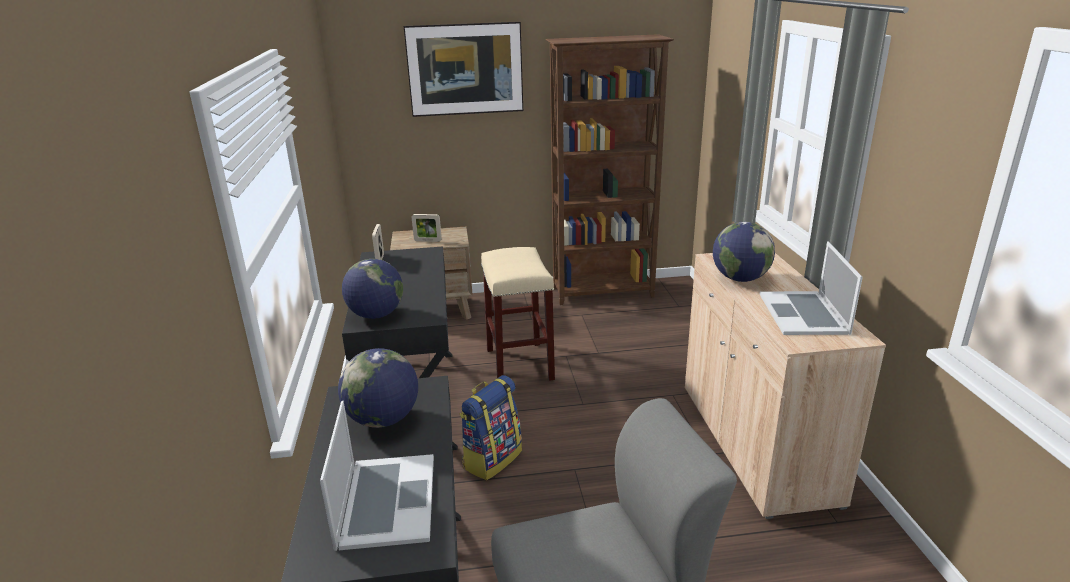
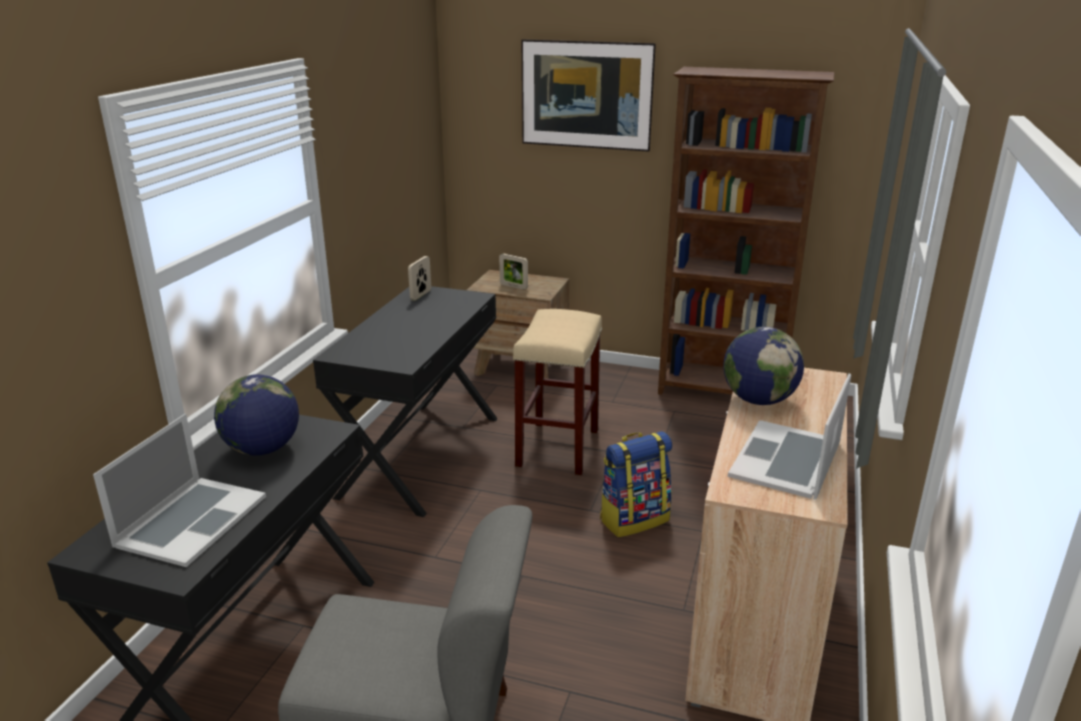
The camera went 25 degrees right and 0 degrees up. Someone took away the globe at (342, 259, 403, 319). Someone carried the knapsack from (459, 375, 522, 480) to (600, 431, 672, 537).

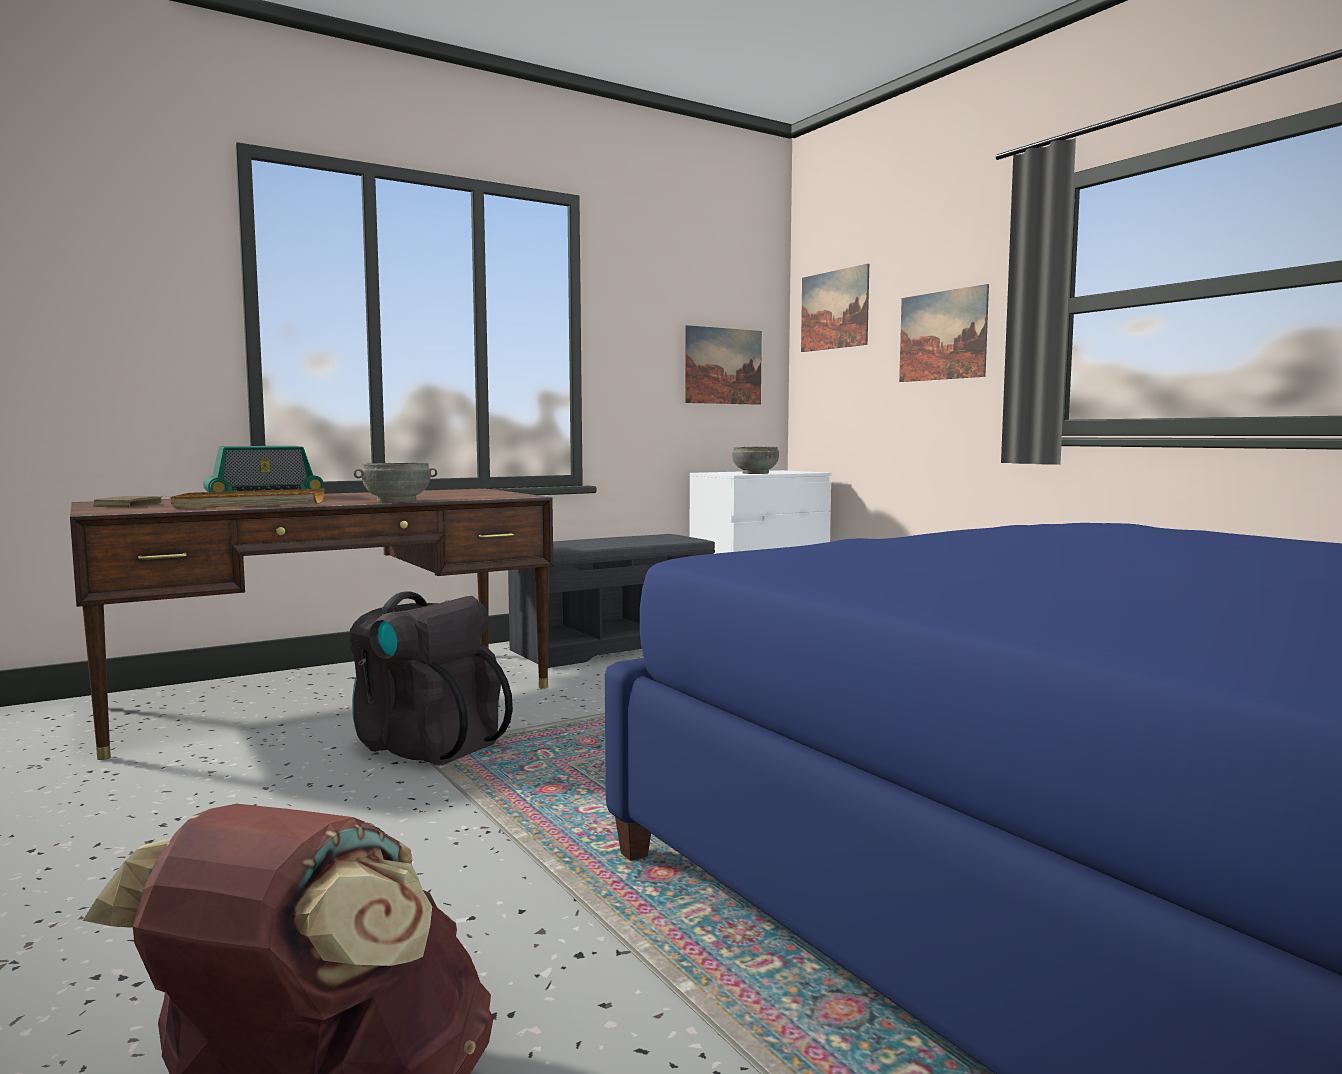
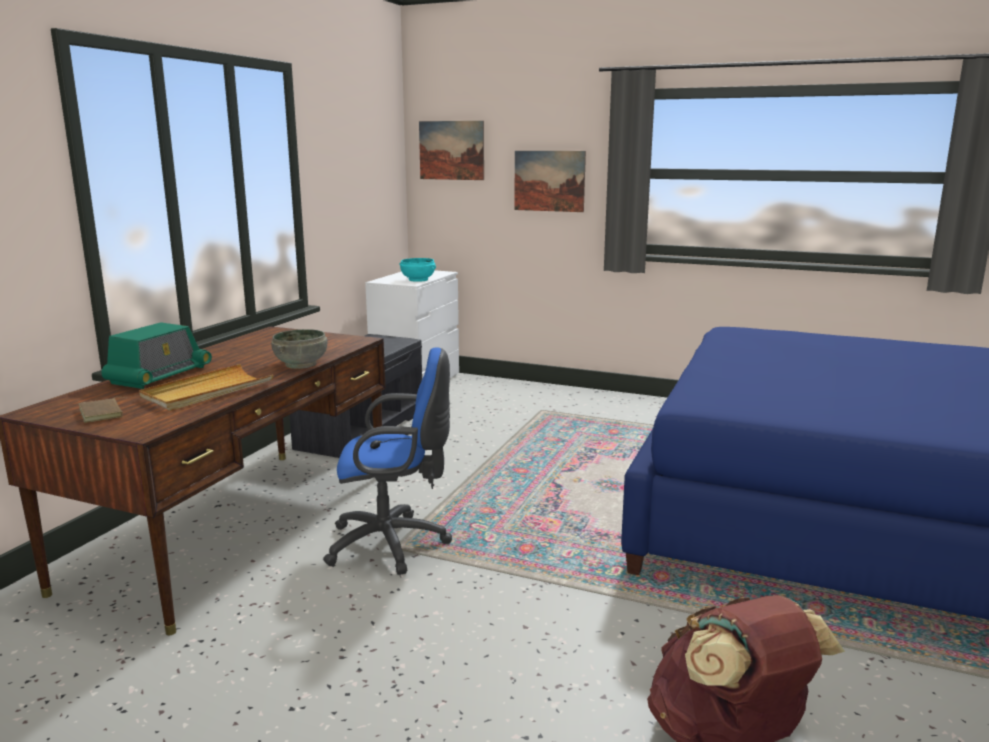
The camera went 35 degrees left and 10 degrees up. Someone took away the wall art at (684, 325, 762, 405). Someone repainted the serving bowl in greyish at (732, 447, 779, 474), which became the serving bowl in turquoise at (400, 258, 436, 282). Someone swapped the knapsack in blackish at (350, 591, 513, 766) for the desk chair in bluish at (323, 347, 452, 575).

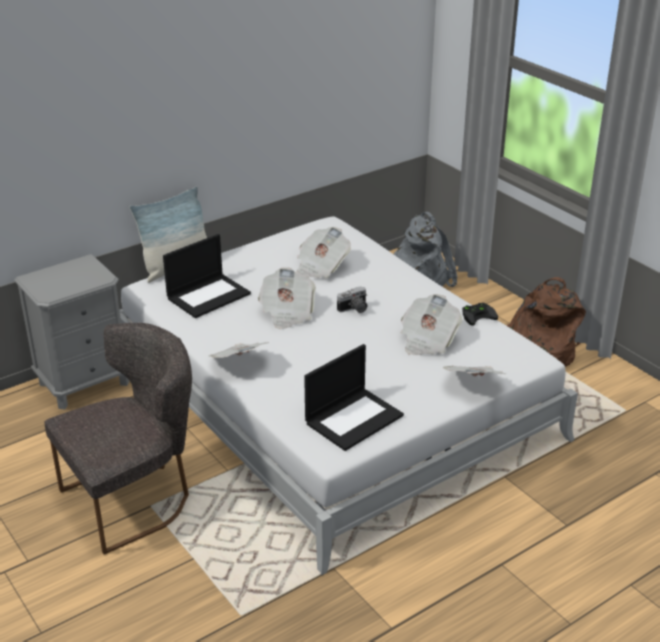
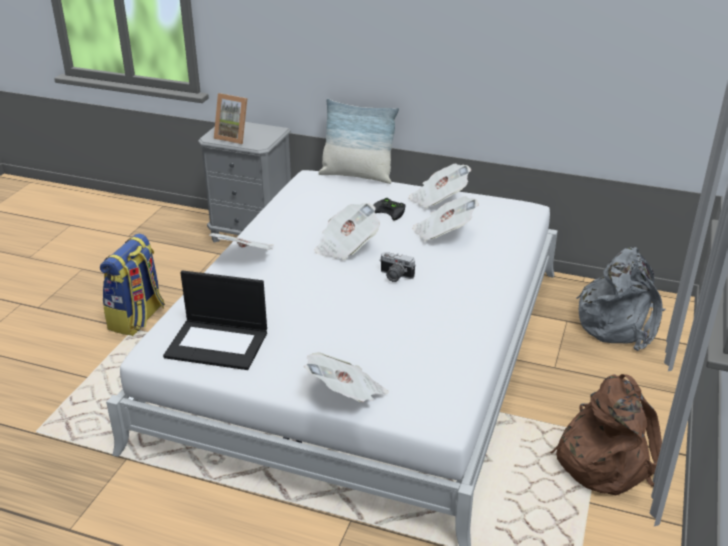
The camera went 55 degrees right and 0 degrees up. Someone took away the laptop at (163, 234, 251, 318). Someone carried the printed paper from (401, 294, 462, 355) to (409, 163, 471, 208). Someone carried the gamepad in blackish from (462, 303, 498, 326) to (373, 198, 406, 221). Someone swapped the plain chair in greyish at (44, 323, 192, 554) for the knapsack at (100, 233, 165, 336). Someone put down the photo frame at (214, 93, 247, 144).

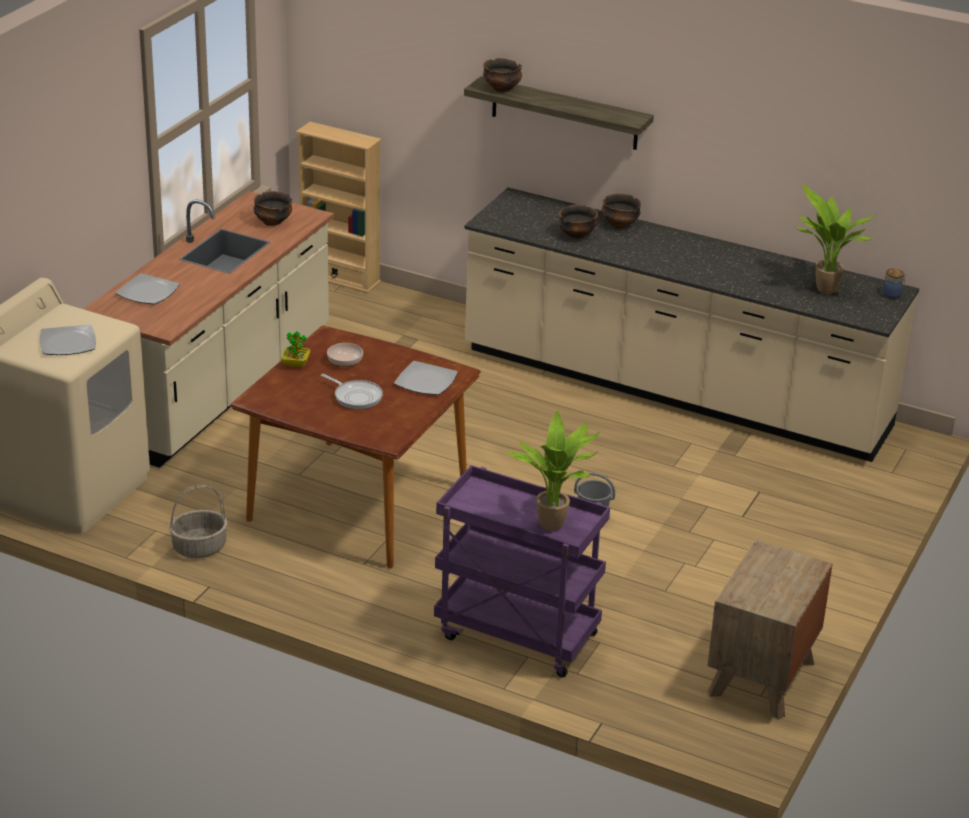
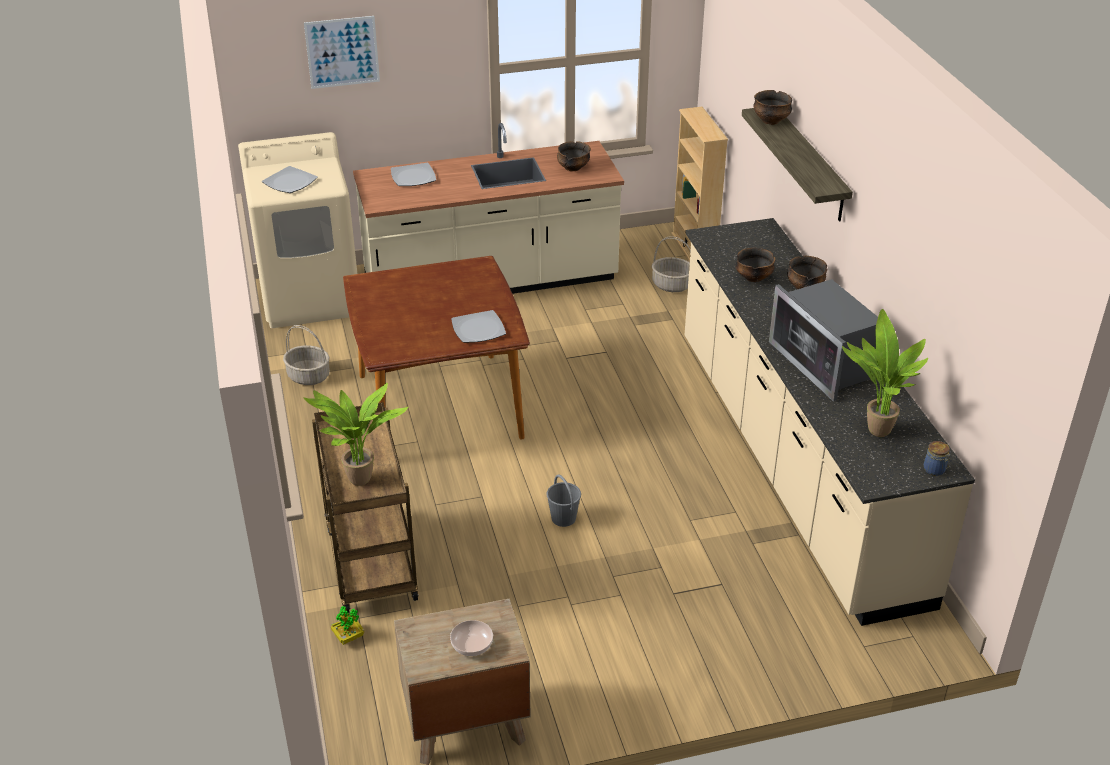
The camera went 50 degrees right and 5 degrees up. Someone carried the potted plant from (281, 331, 311, 368) to (331, 606, 364, 645). Someone carried the serving bowl from (327, 343, 363, 367) to (450, 620, 493, 656). Someone took away the skillet at (321, 374, 383, 409). Someone repainted the wheeled cart in purple-coloured at (434, 465, 610, 677), which became the wheeled cart in brown at (312, 402, 419, 613). Someone put up the wall art at (304, 16, 380, 89). Someone put down the household basket at (652, 236, 691, 292). Someone put down the kitchen microwave at (769, 279, 878, 402).

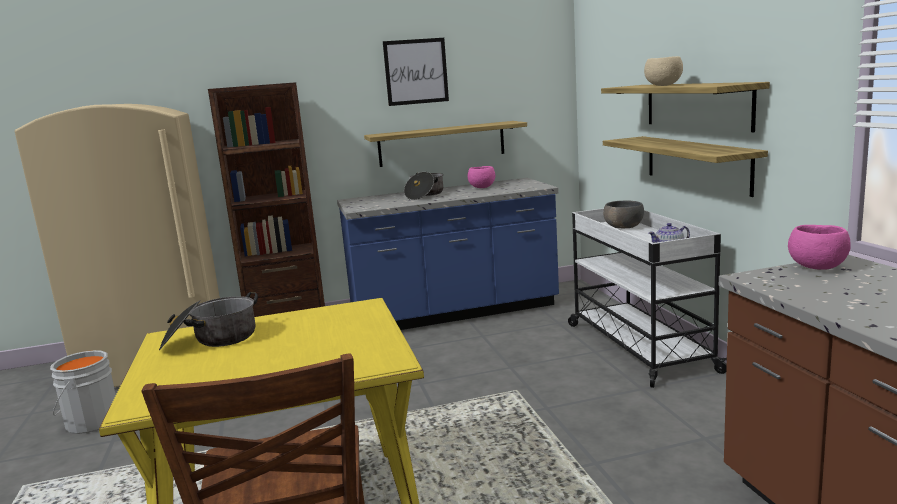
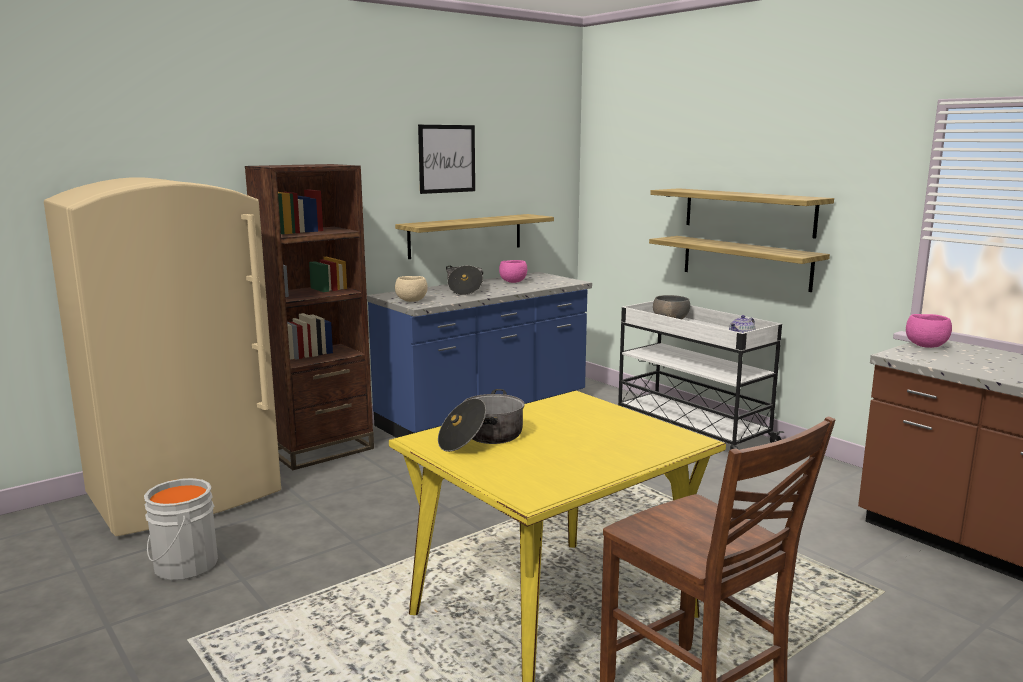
The camera went 25 degrees left and 0 degrees up. Someone carried the serving bowl in beige from (644, 56, 683, 86) to (395, 276, 428, 302).

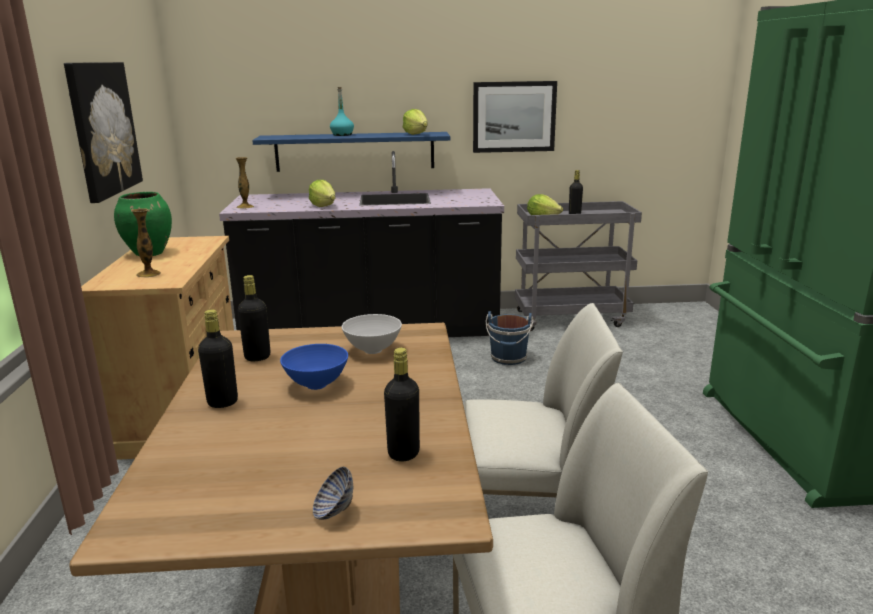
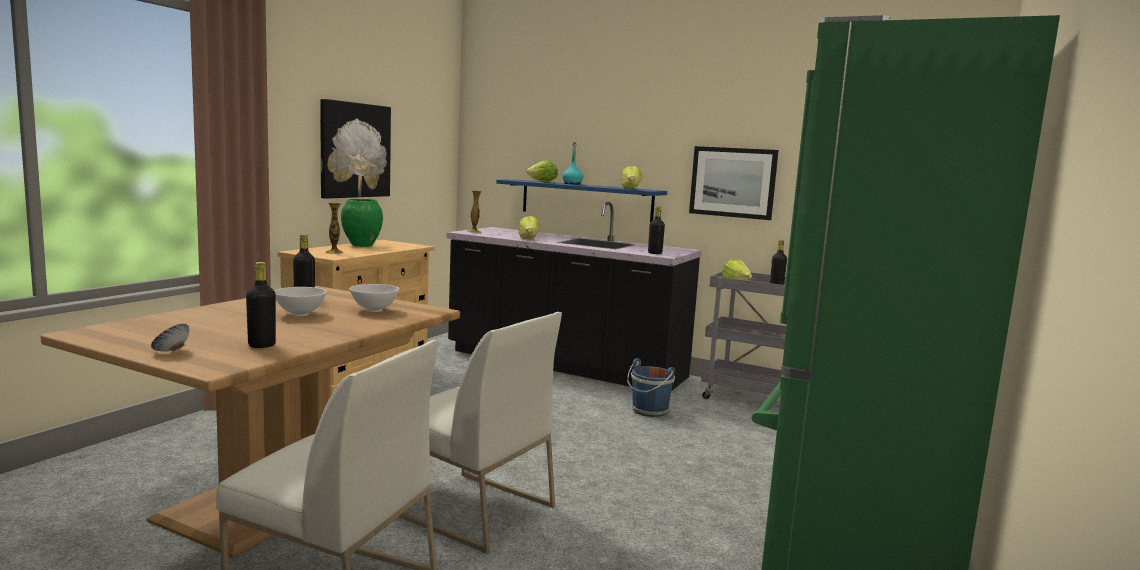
The camera went 30 degrees right and 10 degrees down. Someone carried the beverage bottle in blackish from (198, 309, 238, 408) to (648, 207, 665, 254). Someone repainted the serving bowl in bluish at (280, 344, 348, 390), which became the serving bowl in white-coloured at (274, 287, 327, 316). Someone put down the lettuce head at (526, 161, 558, 182).

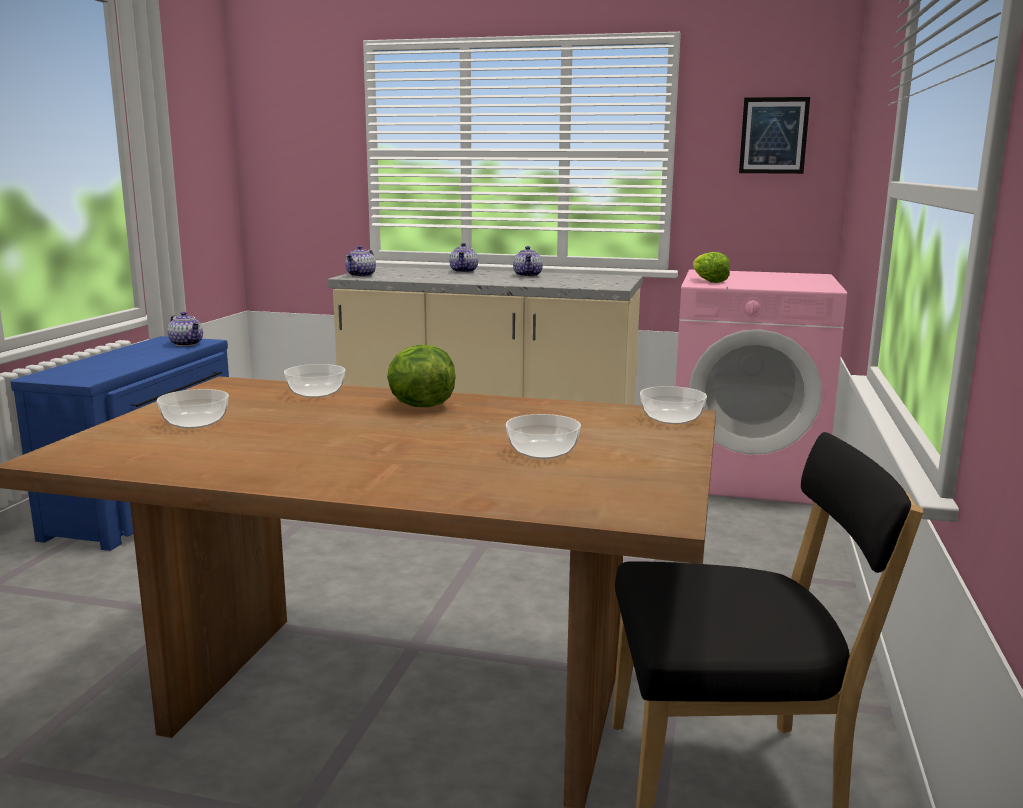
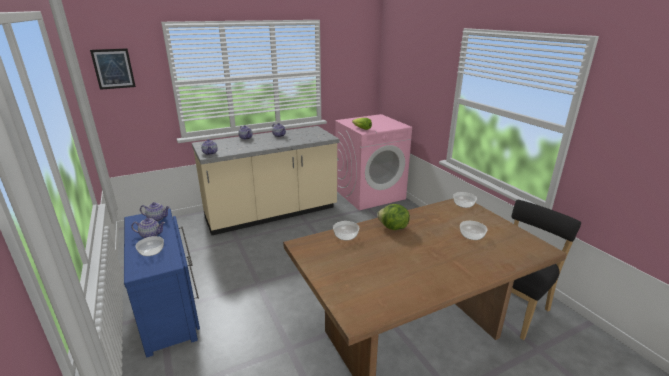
The camera went 40 degrees left and 10 degrees up. Someone carried the wall art from (739, 97, 810, 174) to (90, 48, 136, 90). Someone carried the serving bowl from (157, 389, 229, 429) to (135, 236, 164, 256). Someone put down the pot for tea at (131, 218, 165, 238).

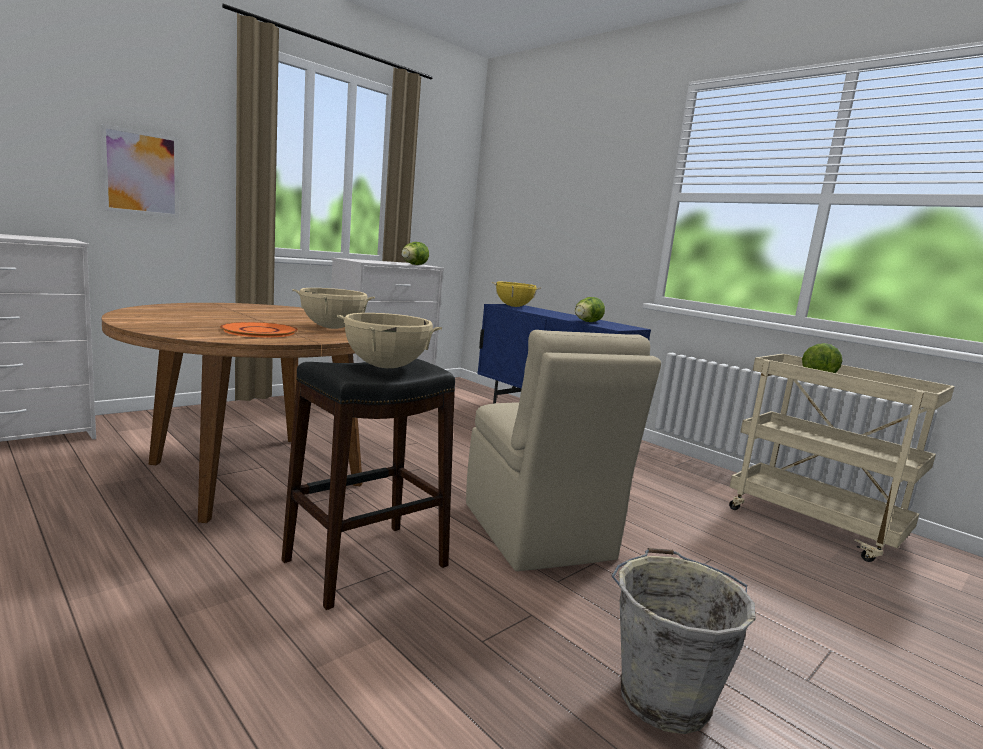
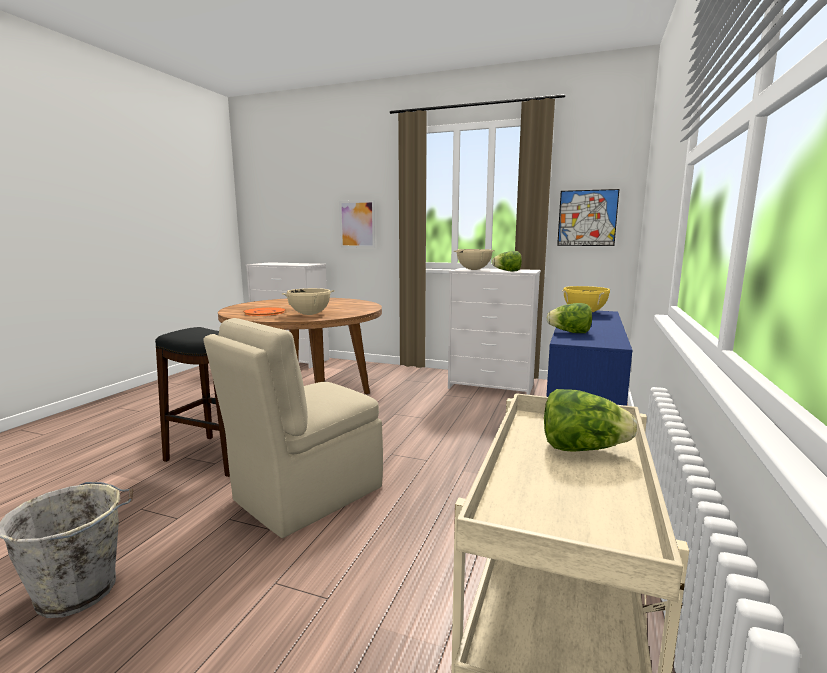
The camera went 65 degrees right and 0 degrees up. Someone carried the saucepot in beige from (337, 313, 442, 368) to (454, 249, 495, 270). Someone put up the wall art at (557, 189, 619, 246).

